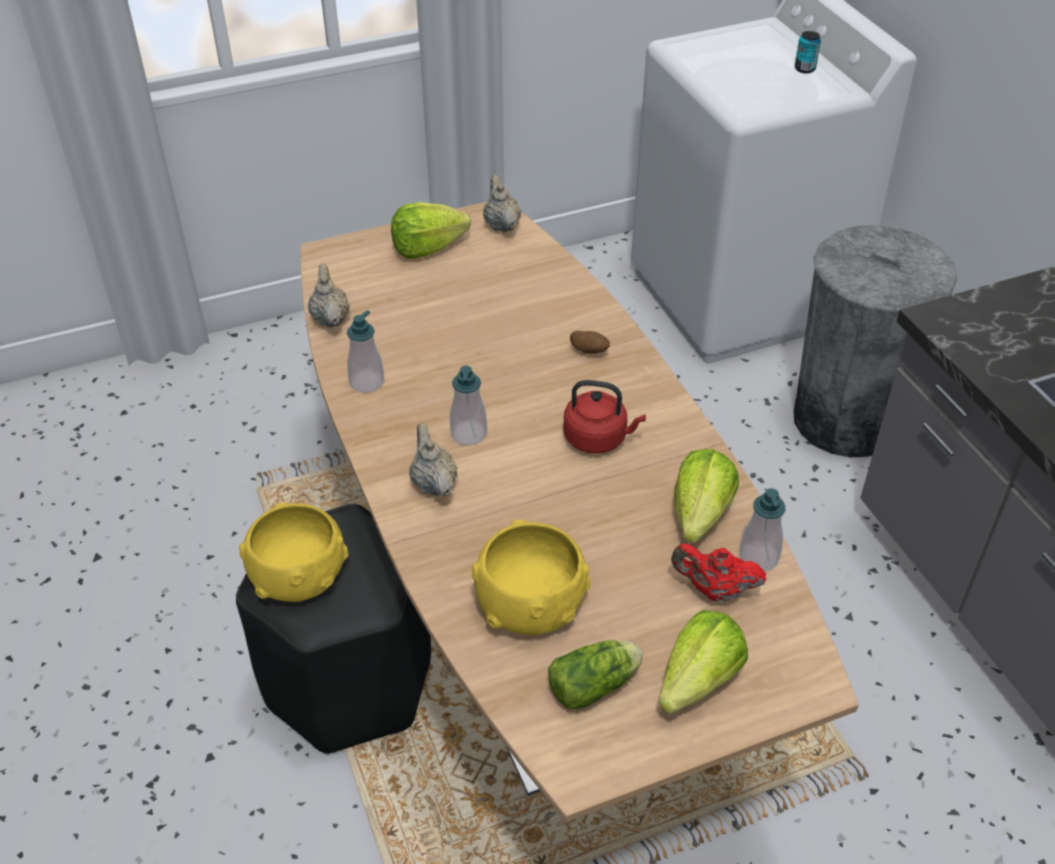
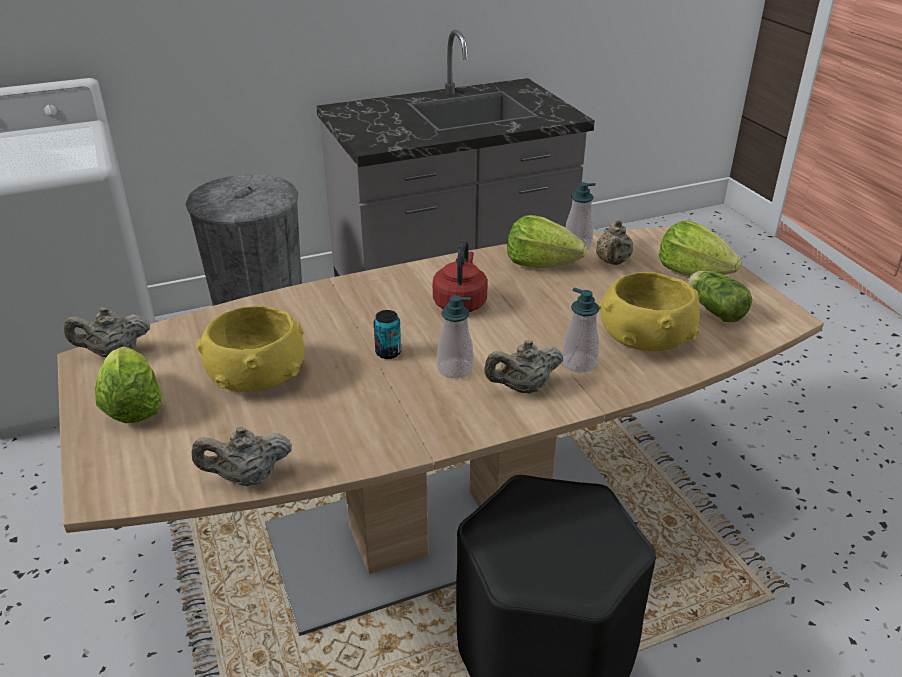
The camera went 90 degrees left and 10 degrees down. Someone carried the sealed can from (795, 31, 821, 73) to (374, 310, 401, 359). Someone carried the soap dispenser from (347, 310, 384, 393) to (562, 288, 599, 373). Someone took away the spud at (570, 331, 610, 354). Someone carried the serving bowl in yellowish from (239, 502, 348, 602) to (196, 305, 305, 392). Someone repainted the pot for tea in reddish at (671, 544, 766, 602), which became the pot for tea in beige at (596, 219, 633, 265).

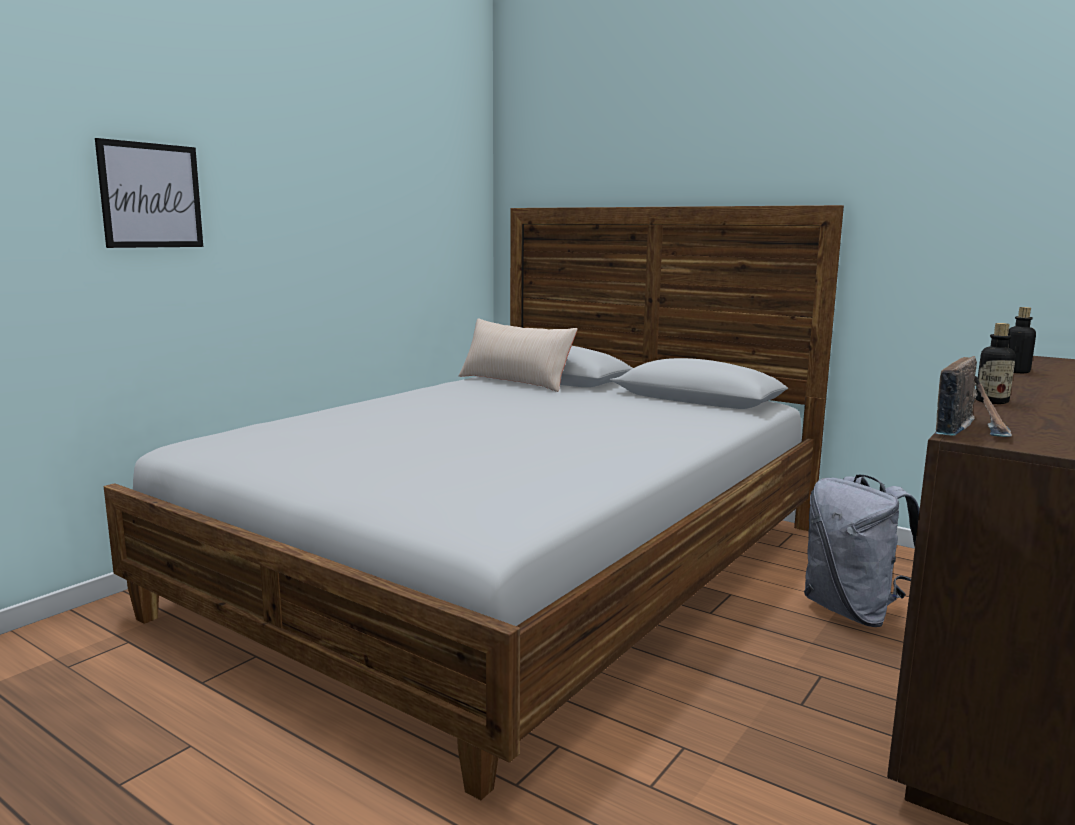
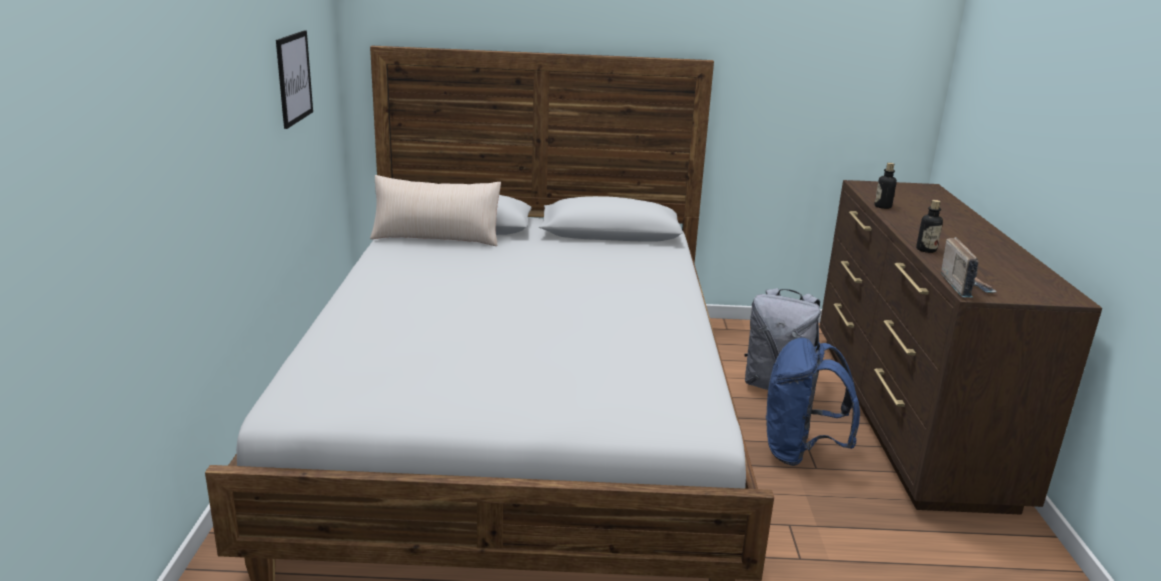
The camera went 35 degrees left and 10 degrees up. Someone carried the wall art from (95, 138, 203, 248) to (276, 30, 313, 129). Someone put down the knapsack in bluish at (766, 338, 860, 466).

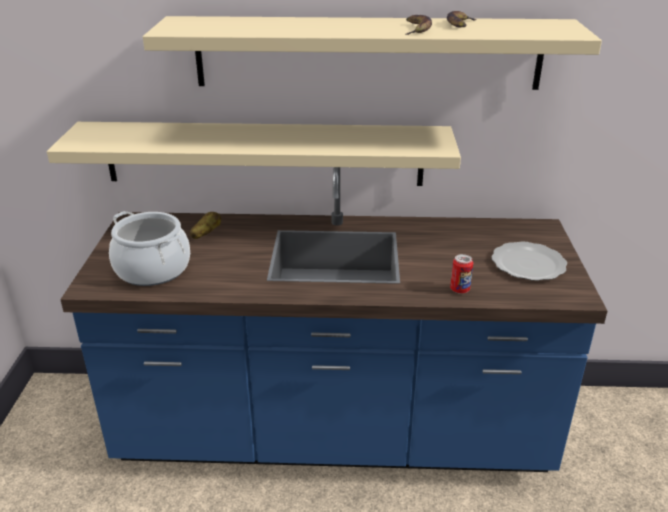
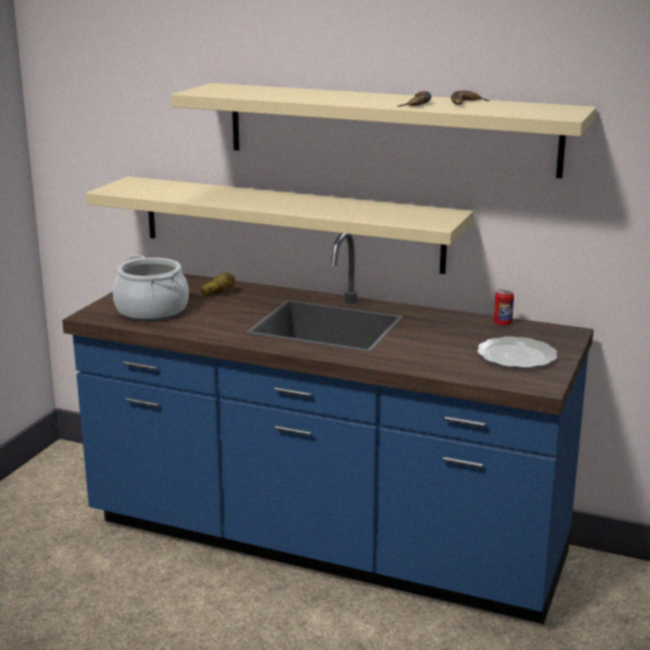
The camera went 20 degrees right and 10 degrees down. Someone carried the sealed can from (450, 254, 473, 294) to (494, 289, 514, 326).

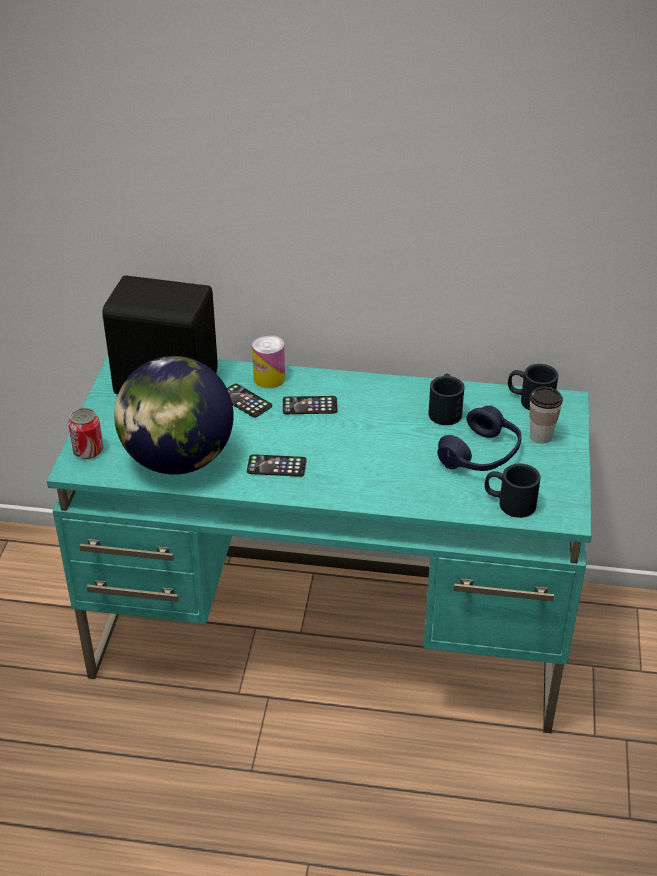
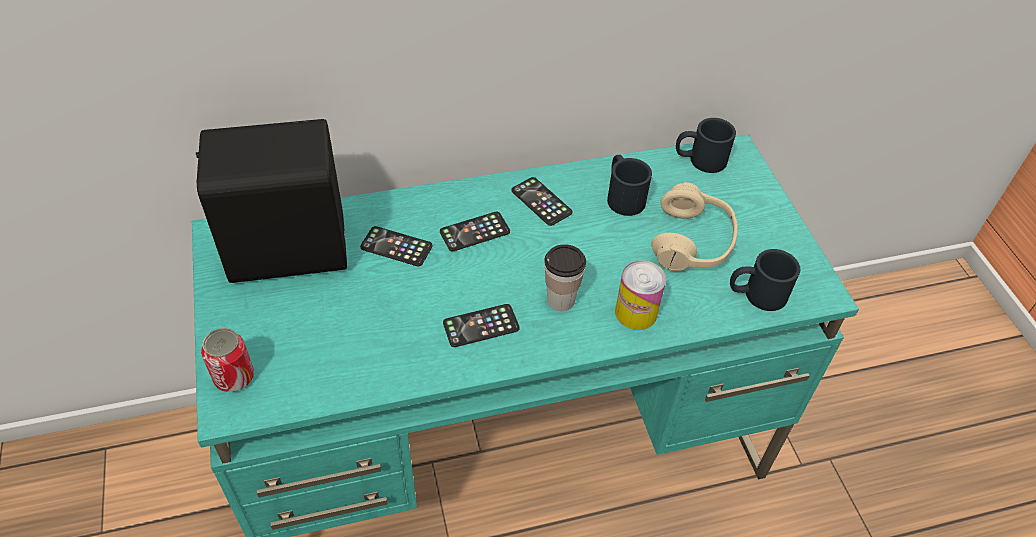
The camera went 25 degrees left and 10 degrees up. Someone carried the sealed can from (252, 335, 285, 388) to (615, 260, 666, 330). Someone took away the globe at (114, 356, 234, 474). Someone carried the drinking cup from (530, 387, 563, 444) to (544, 244, 586, 311). Someone repainted the pair of headphones in bluish at (437, 406, 522, 471), which became the pair of headphones in beige at (651, 182, 738, 271). Someone put down the phone at (512, 177, 572, 226).

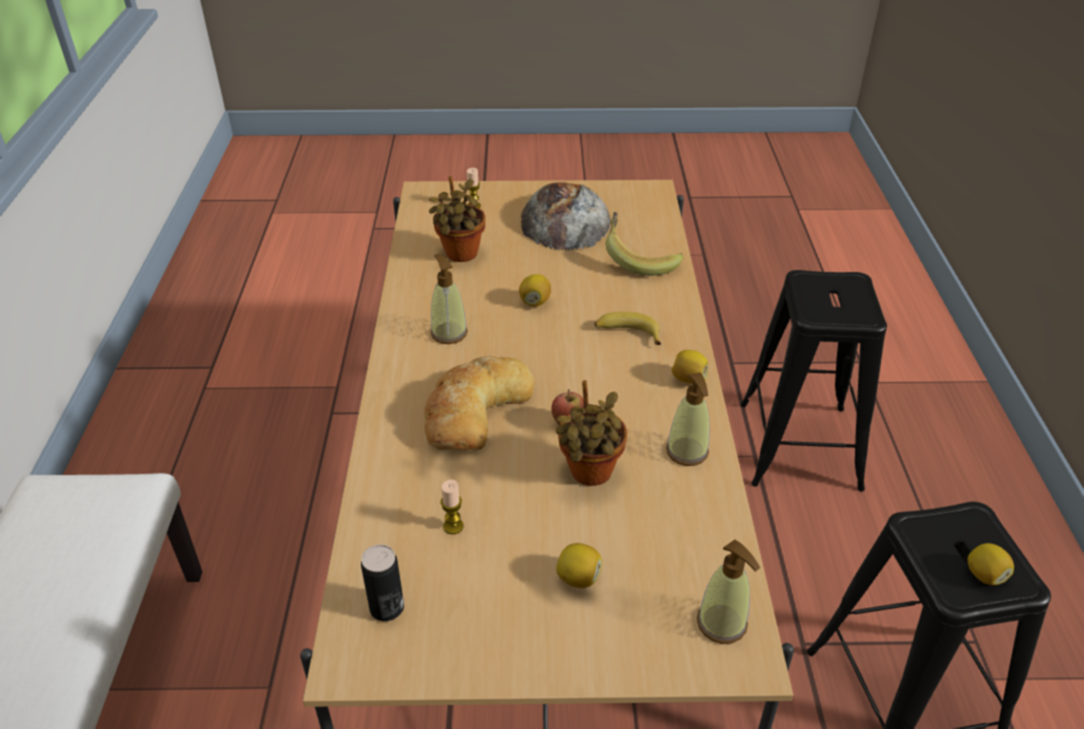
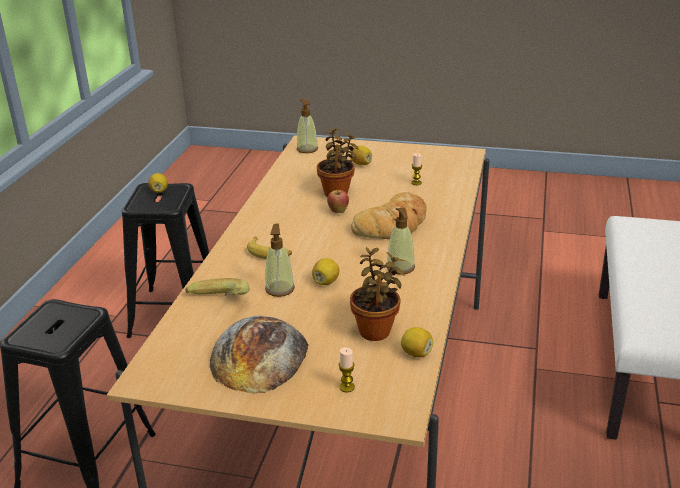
The camera went 165 degrees left and 10 degrees down. Someone carried the whole lemon from (671, 350, 708, 384) to (401, 327, 433, 357). Someone carried the soap dispenser from (666, 373, 710, 466) to (265, 224, 295, 297). Someone took away the sealed can at (361, 544, 404, 621).

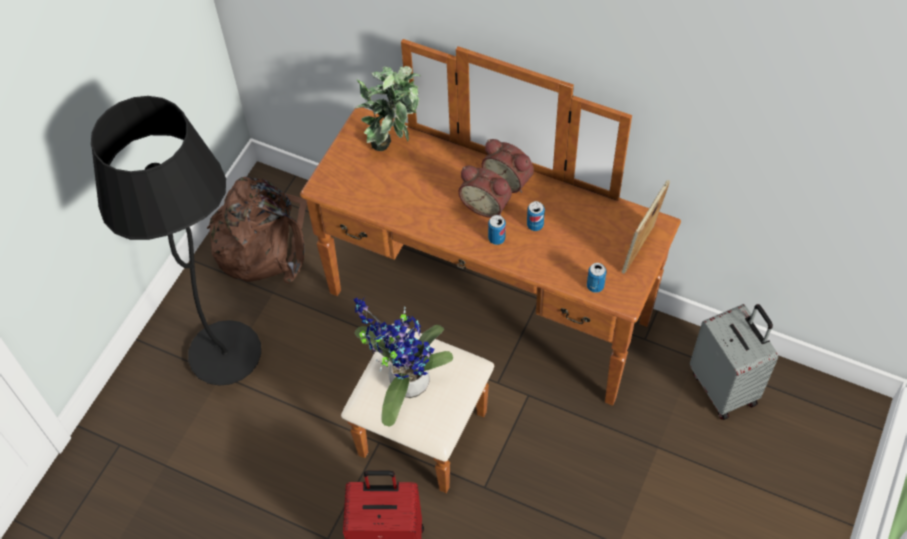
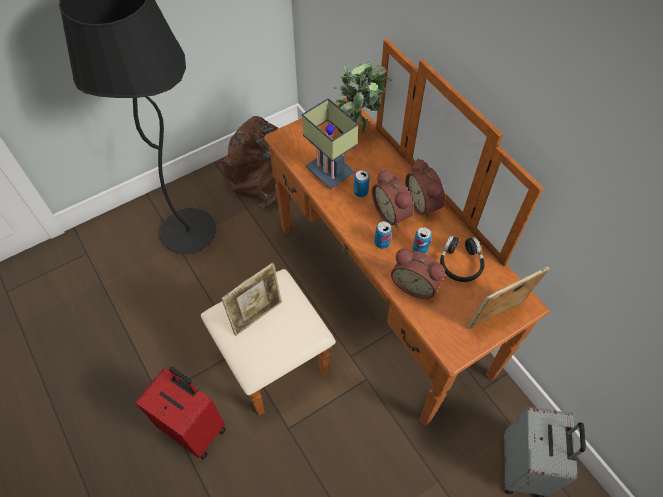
The camera went 30 degrees right and 0 degrees up. Someone carried the sealed can from (587, 263, 606, 293) to (354, 170, 370, 197). Someone swapped the potted plant at (353, 297, 453, 427) for the photo frame at (221, 262, 282, 336). Someone put down the tabletop lamp at (302, 98, 359, 189). Someone put down the pair of headphones in blackish at (440, 235, 485, 282). Someone put down the alarm clock at (391, 248, 445, 299).

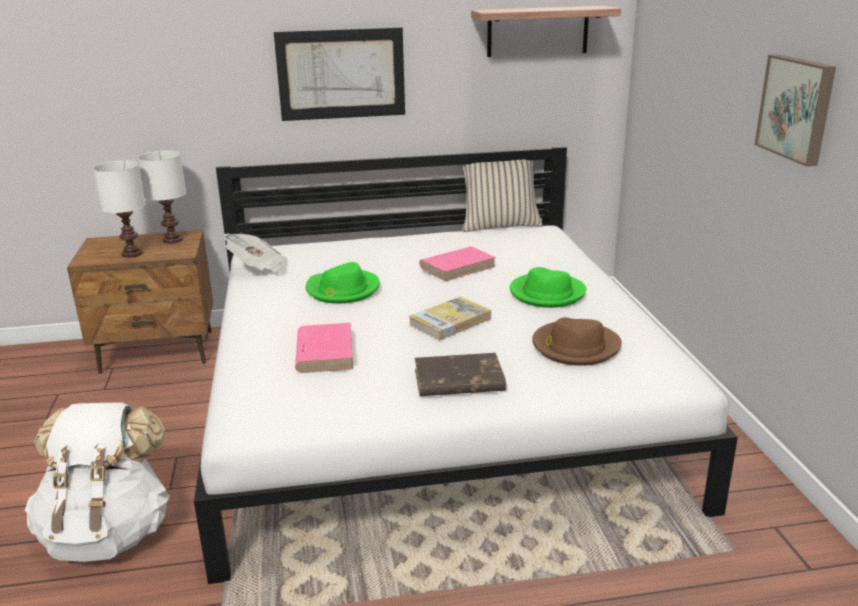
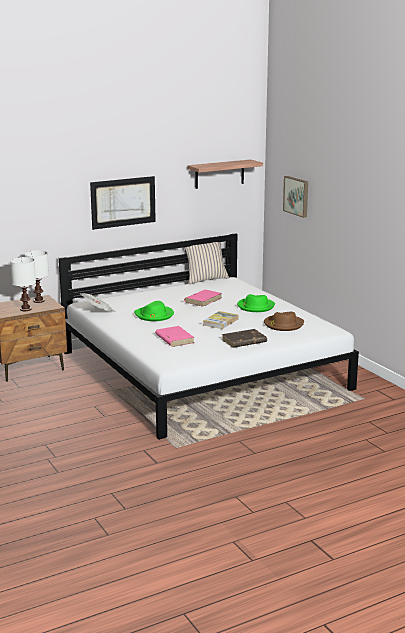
The camera went 20 degrees left and 5 degrees down. Someone carried the wall art from (755, 54, 836, 167) to (283, 176, 308, 218). Someone took away the knapsack in white-coloured at (25, 402, 170, 562).

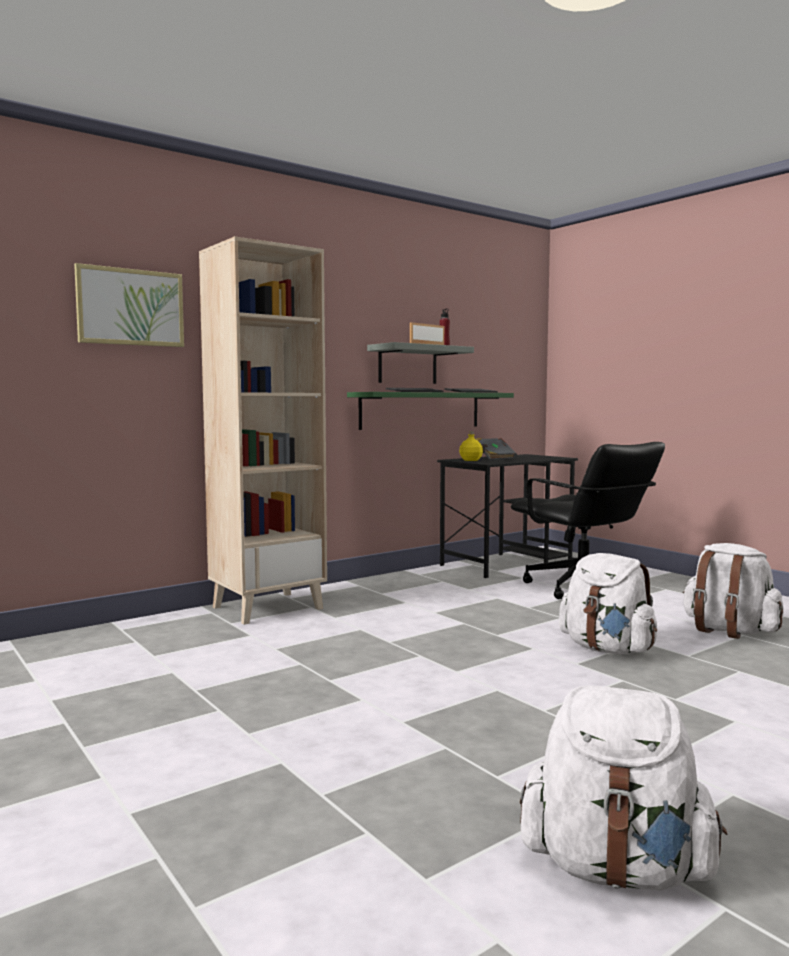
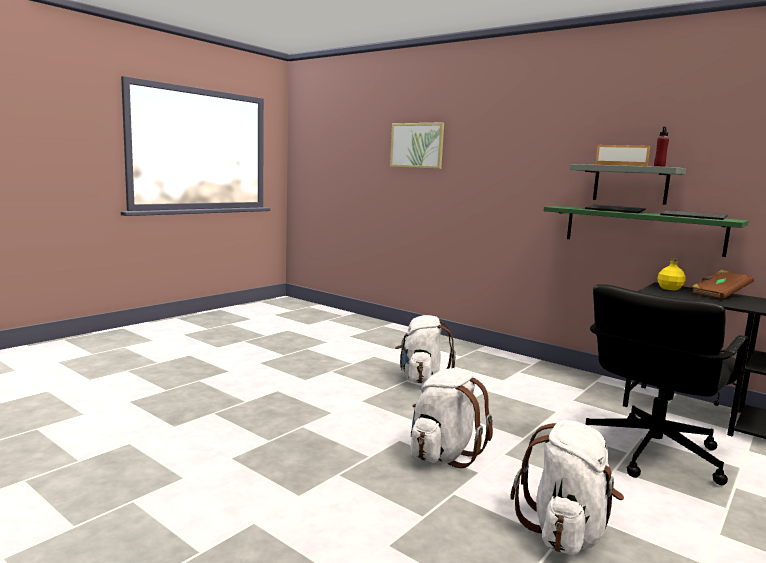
The camera went 75 degrees right and 5 degrees up. Someone took away the bookcase in beige at (199, 236, 327, 625). Someone repainted the bound book in greyish at (476, 438, 517, 460), which became the bound book in brown at (691, 270, 754, 299). Someone carried the knapsack in white-coloured from (520, 685, 727, 890) to (395, 315, 456, 384).

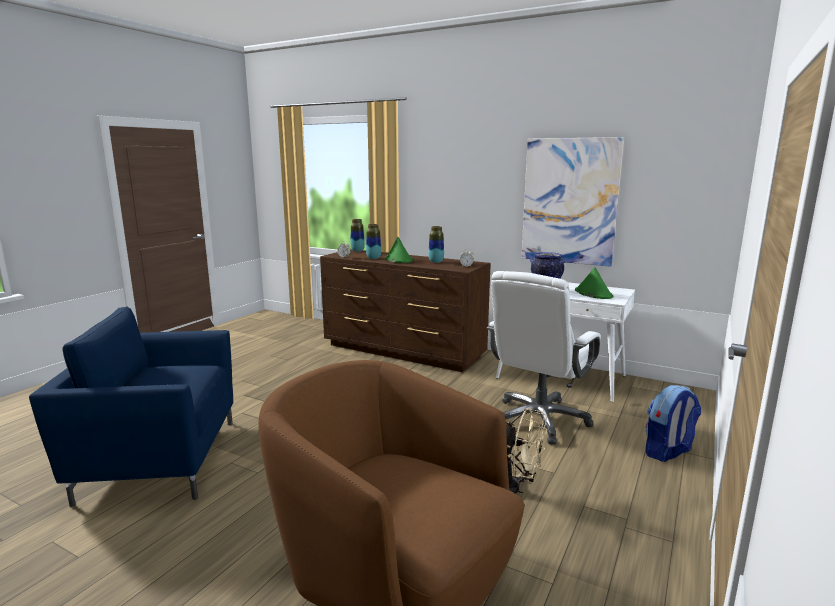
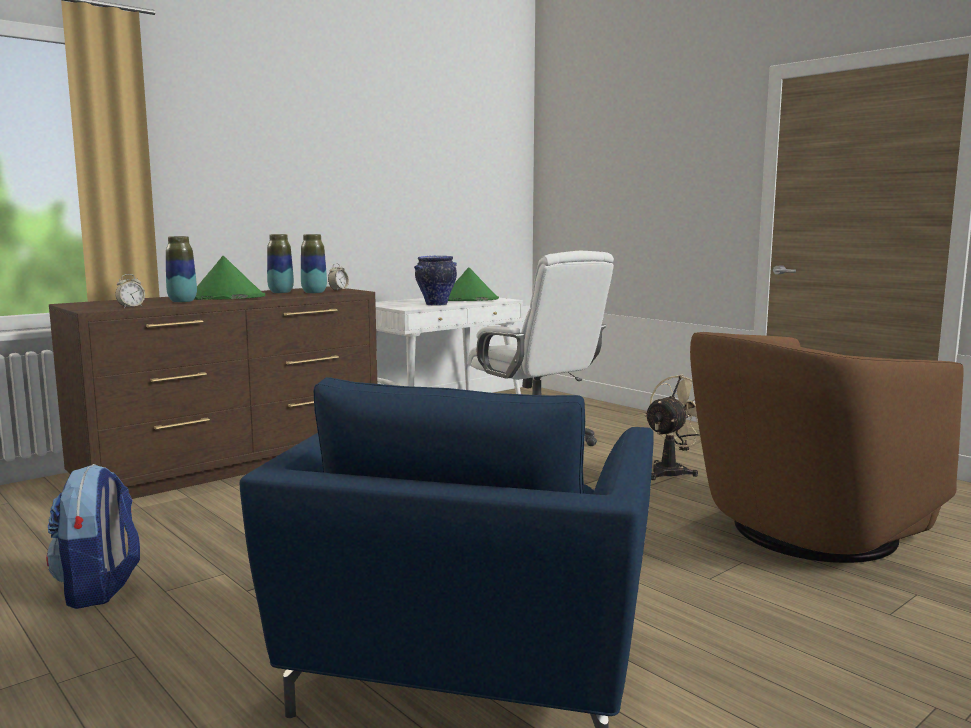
The camera went 70 degrees left and 5 degrees down. Someone took away the wall art at (521, 137, 624, 267). Someone carried the vase from (351, 219, 365, 252) to (301, 234, 327, 294). Someone carried the knapsack from (646, 385, 701, 462) to (46, 464, 140, 609).

